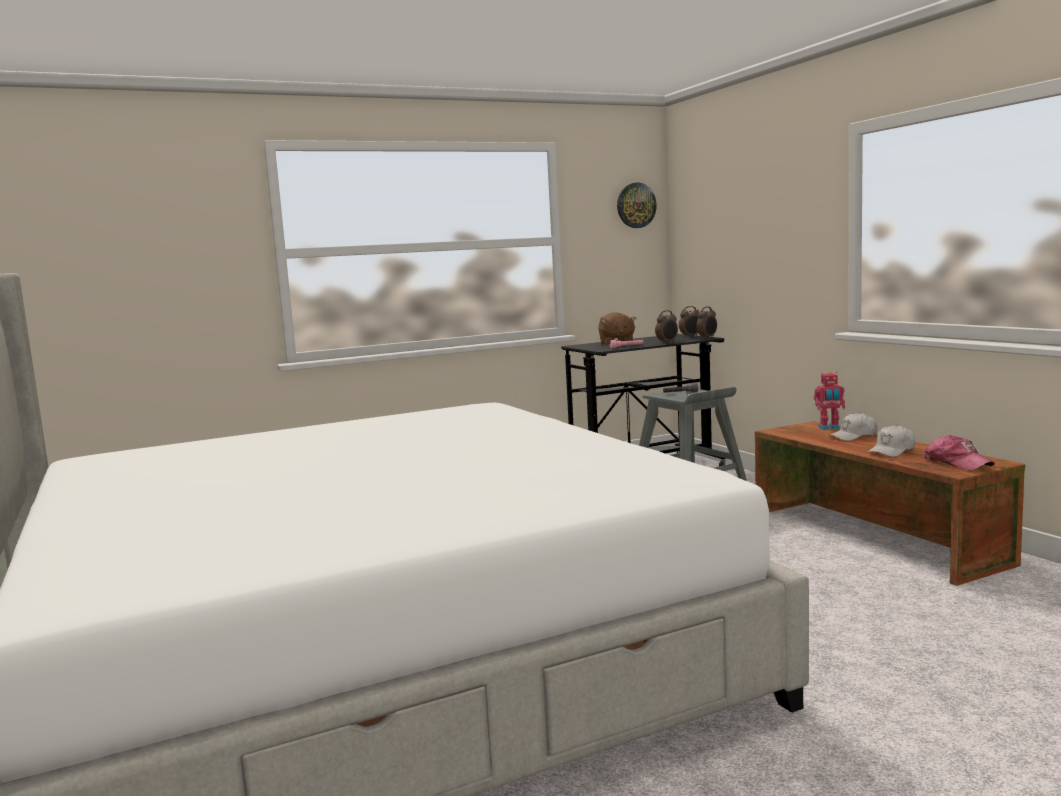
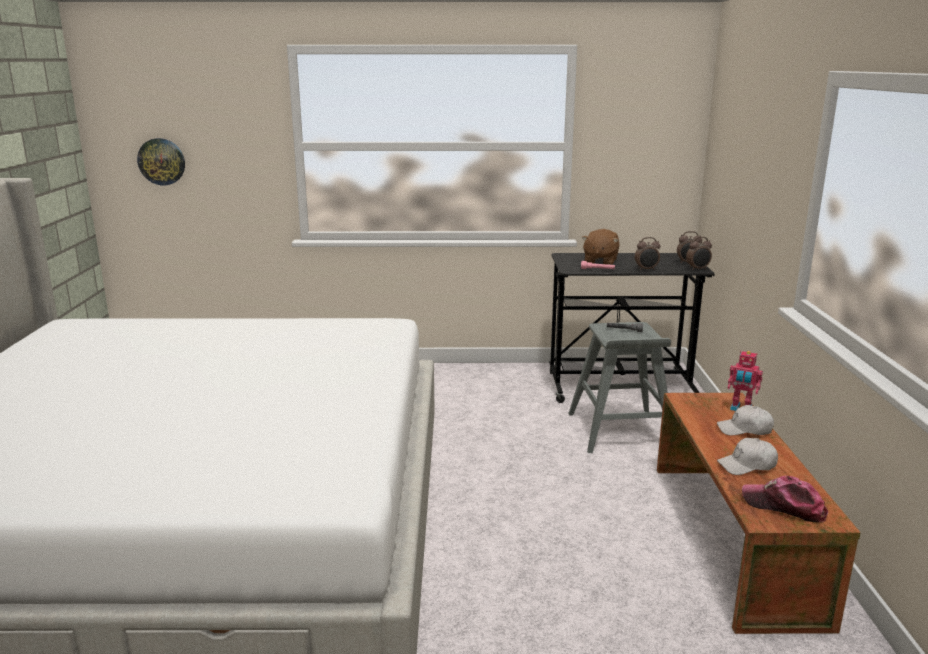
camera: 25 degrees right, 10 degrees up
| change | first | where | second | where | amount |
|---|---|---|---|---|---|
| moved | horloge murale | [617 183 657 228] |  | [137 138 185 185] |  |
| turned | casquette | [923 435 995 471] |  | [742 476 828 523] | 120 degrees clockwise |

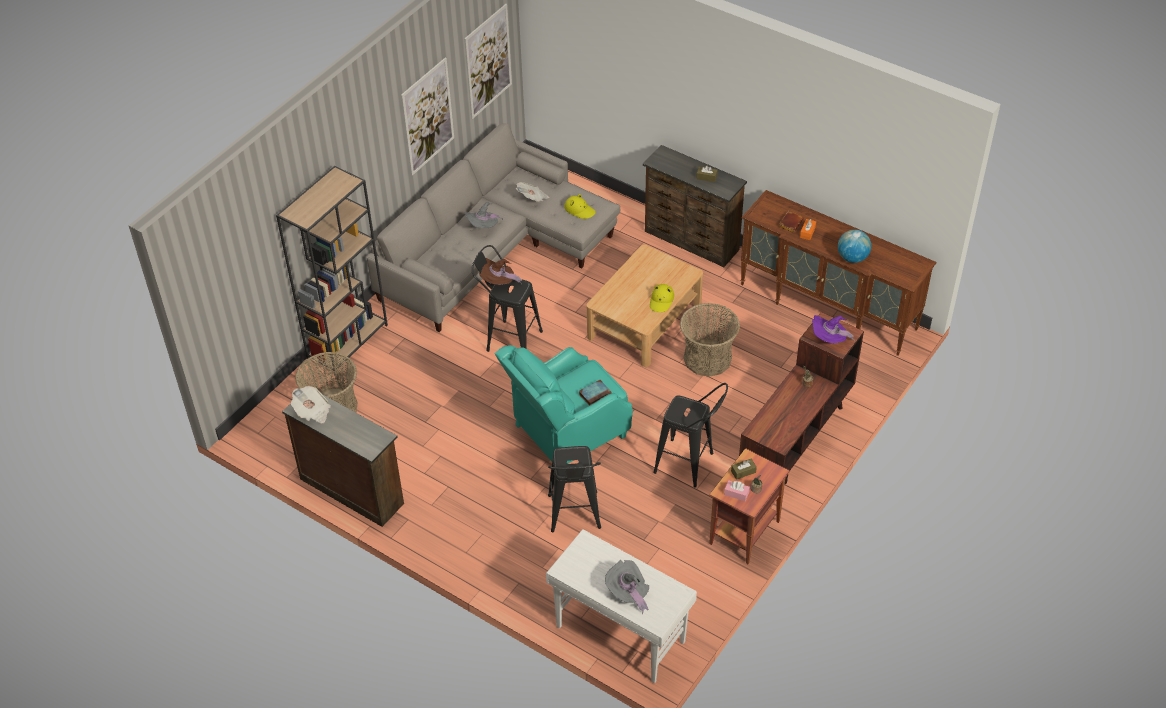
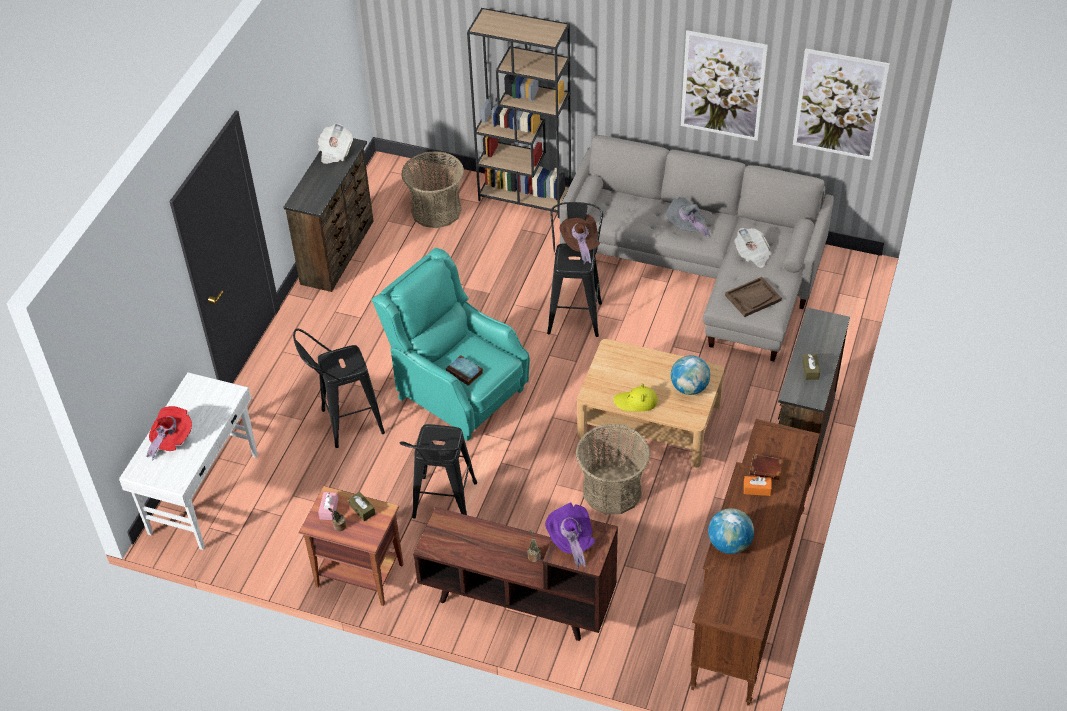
camera: 75 degrees right, 0 degrees up
| change | first | where | second | where | amount |
|---|---|---|---|---|---|
| recoloured | chapeau (gris) | [605 560 649 614] | chapeau (rouge) | [146 406 192 461] |  |
| added |  |  | globe | [671 355 710 395] |  |
| replaced | chapeau (jaune) | [564 194 596 219] | plateau (marron) | [725 277 782 317] |  |

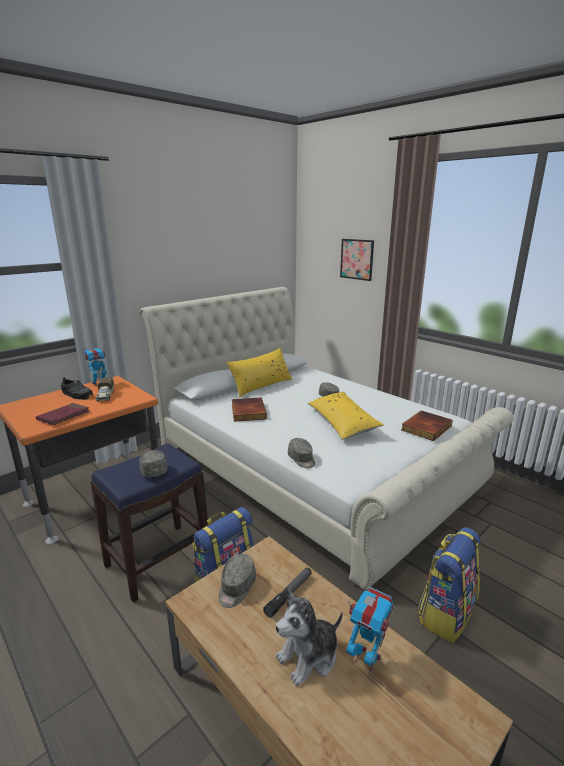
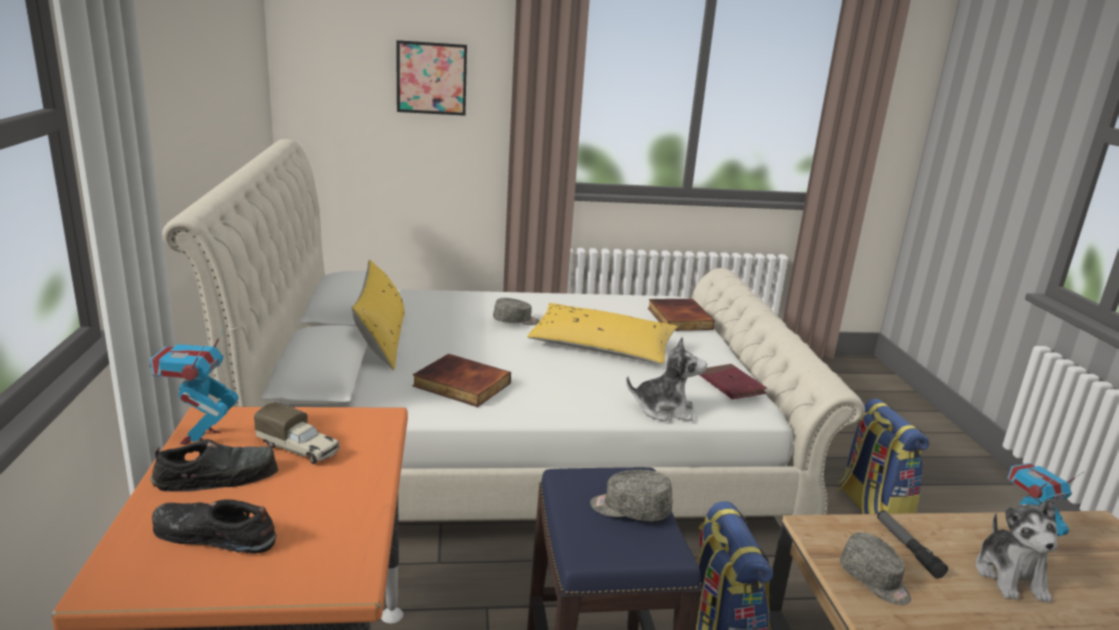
camera: 55 degrees left, 0 degrees up
| change | first | where | second | where | amount |
|---|---|---|---|---|---|
| added |  |  | chaussure (noir) | [152 499 276 554] |  |
| replaced | casquette (gris) | [288 438 315 468] | peluche | [626 337 707 422] |  |
| moved | livre (rouge) | [36 403 90 425] |  | [700 364 767 400] |  |

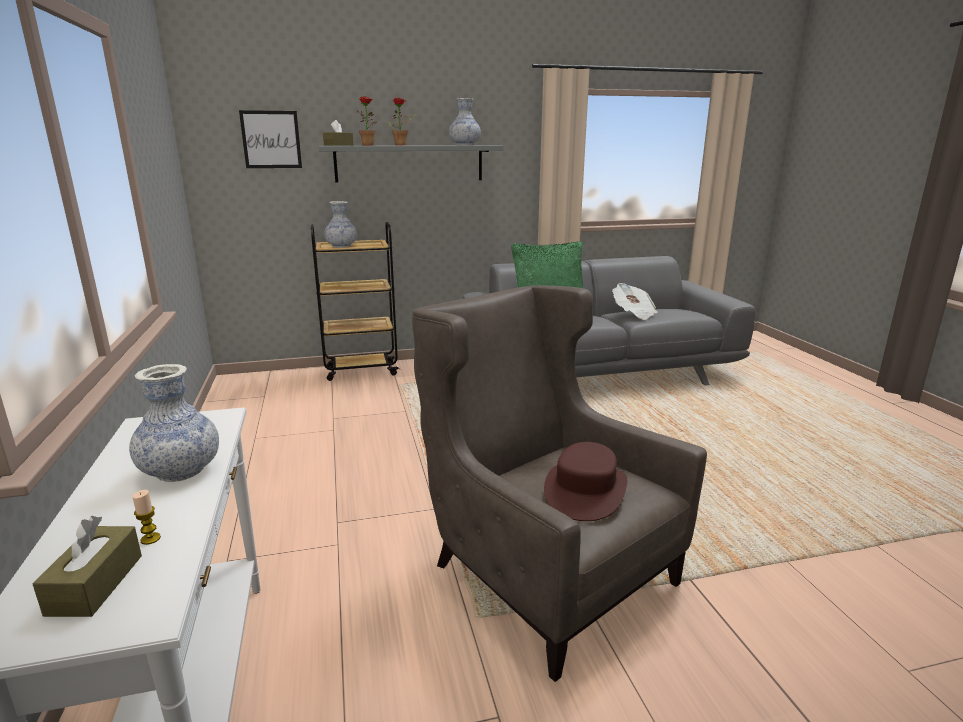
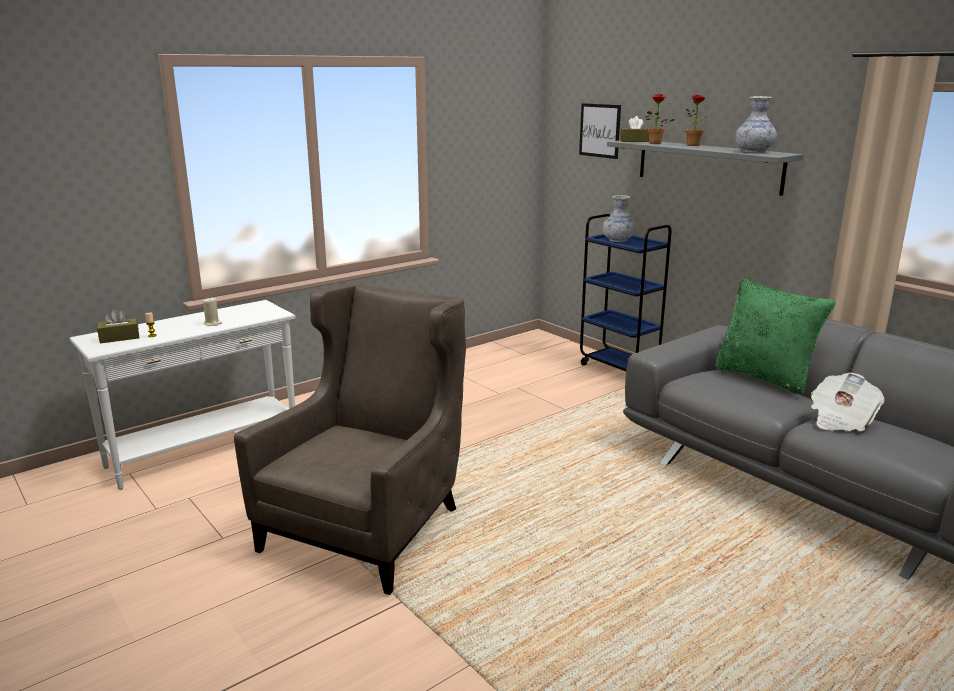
camera: 65 degrees right, 0 degrees up
| change | first | where | second | where | amount |
|---|---|---|---|---|---|
| replaced | vase | [129 364 219 482] | bougie (beige) | [203 297 222 326] |  |
| recoloured | chariot (marron) | [311 222 400 381] | chariot (bleu) | [580 214 671 371] |  |
| removed | chapeau (marron) | [544 442 627 521] |  |  |  |

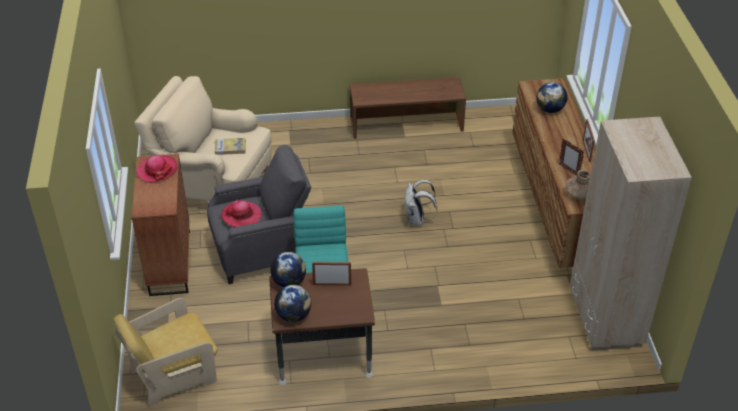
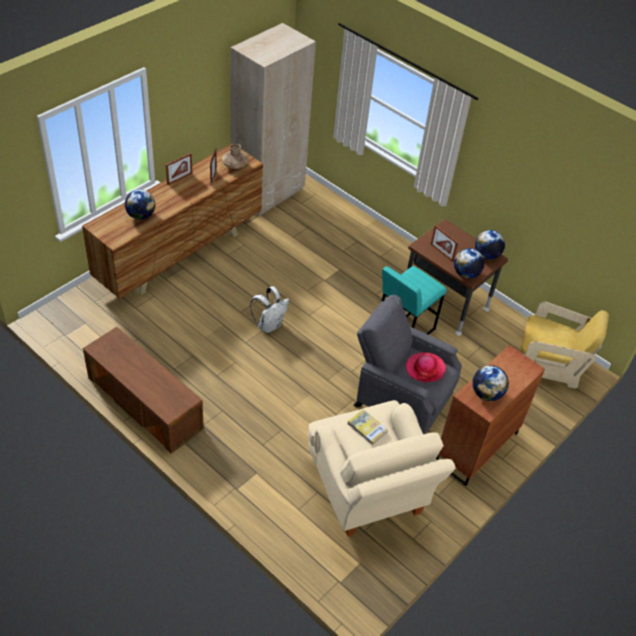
camera: 135 degrees left, 5 degrees up
| change | first | where | second | where | amount |
|---|---|---|---|---|---|
| replaced | chapeau | [136 155 177 183] | globe | [472 365 509 401] |  |

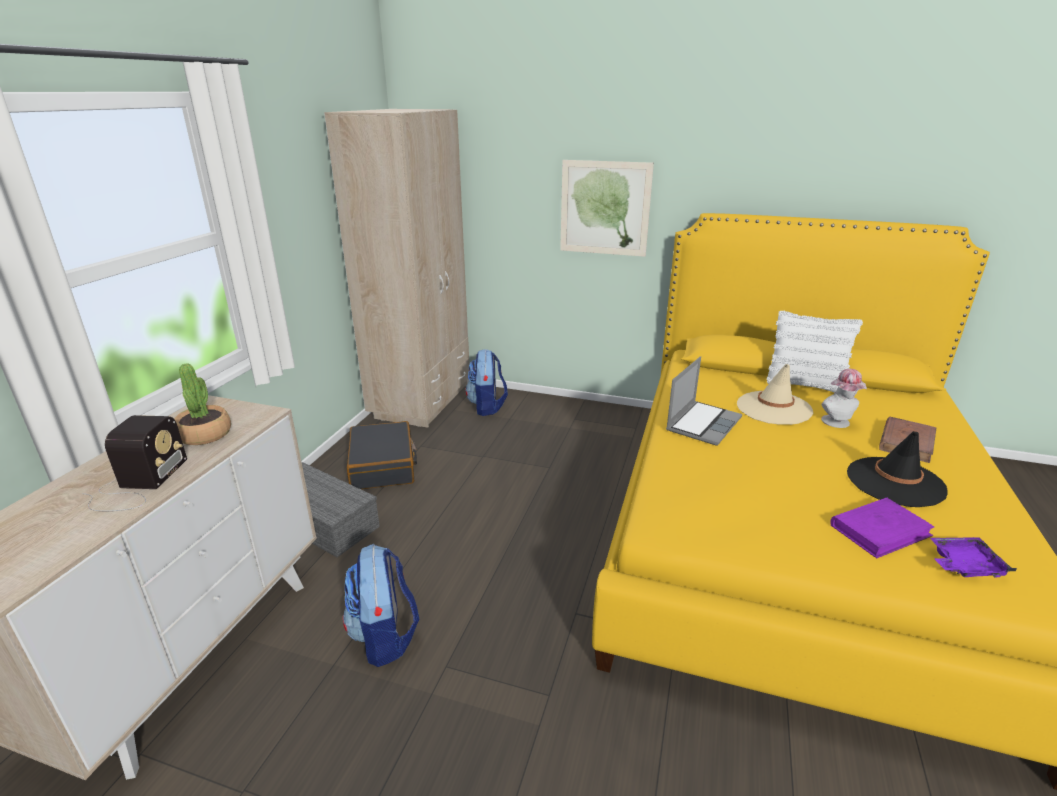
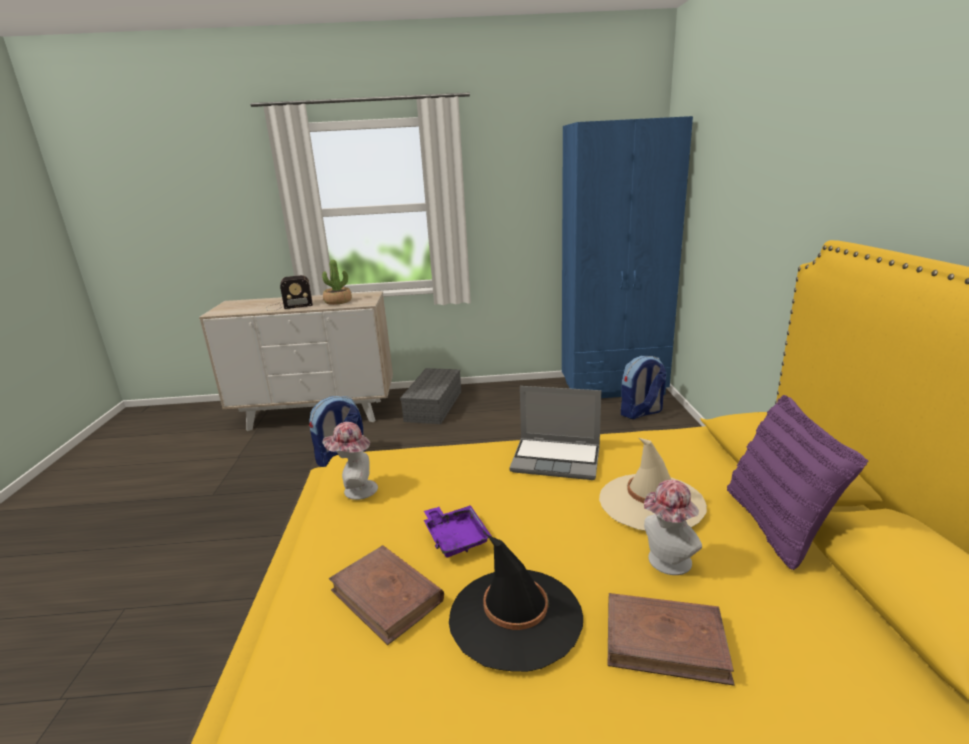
camera: 70 degrees right, 5 degrees down
| change | first | where | second | where | amount |
|---|---|---|---|---|---|
| added |  |  | chapeau | [322 422 378 500] |  |
| recoloured | livre (violet) | [831 498 934 558] | livre (marron) | [329 545 444 645] |  |
| moved | plateau (violet) | [930 537 1017 577] |  | [424 505 491 558] |  |
| recoloured | armoire (beige) | [324 109 469 428] | armoire (bleu) | [562 116 693 398] |  |
| recoloured | coussin (blanc) | [767 310 863 393] | coussin (violet) | [727 395 869 570] |  |
| removed | valise (noir) | [347 421 417 489] |  |  |  |
| removed | tableau | [560 160 654 257] |  |  |  |

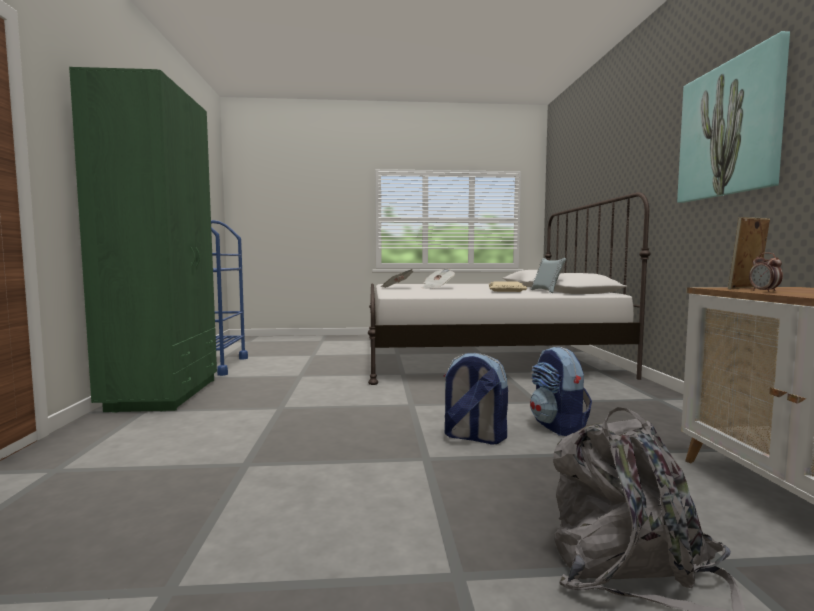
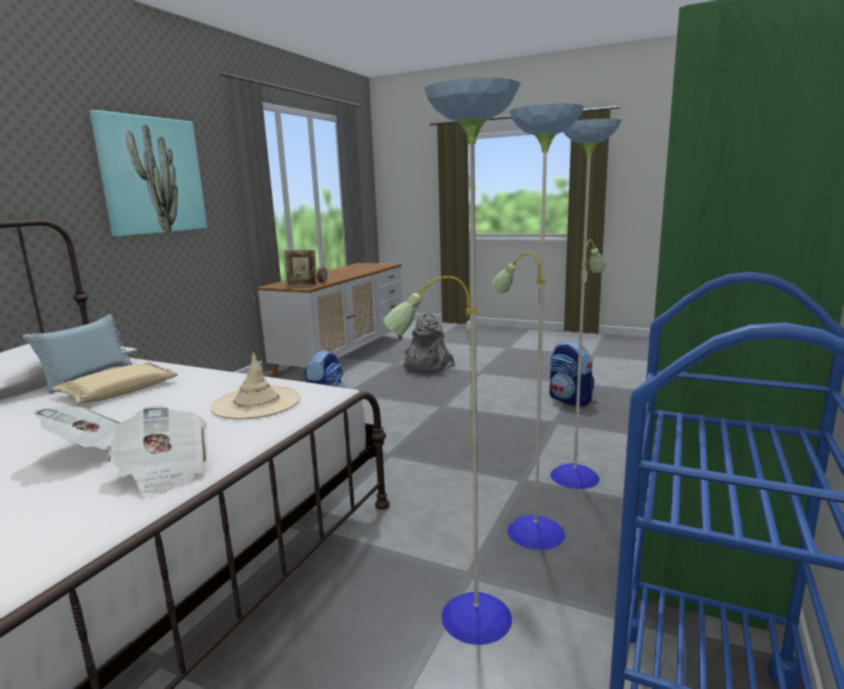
camera: 150 degrees left, 10 degrees up
| change | first | where | second | where | amount |
|---|---|---|---|---|---|
| added |  |  | chapeau (beige) | [210 352 301 419] |  |
| added |  |  | lampadaire | [383 78 622 645] |  |
| moved | sac à dos | [443 353 508 445] |  | [549 341 594 407] |  |

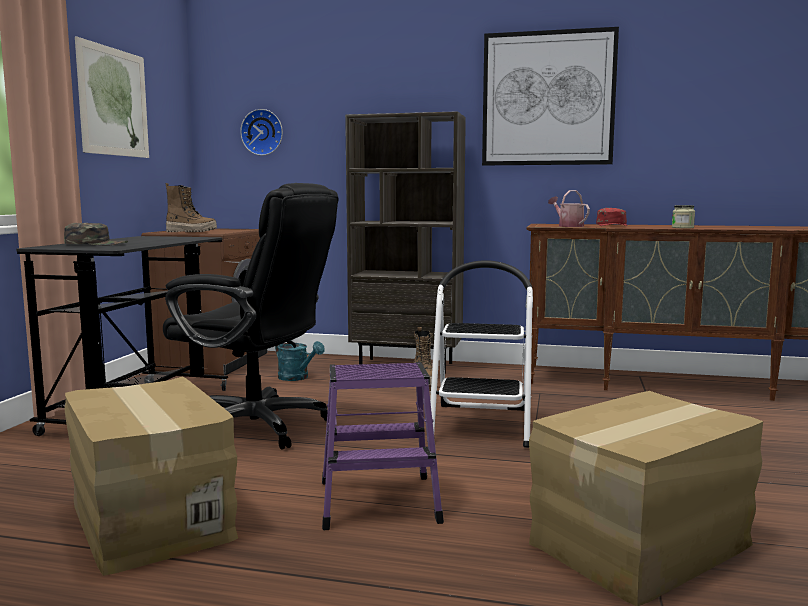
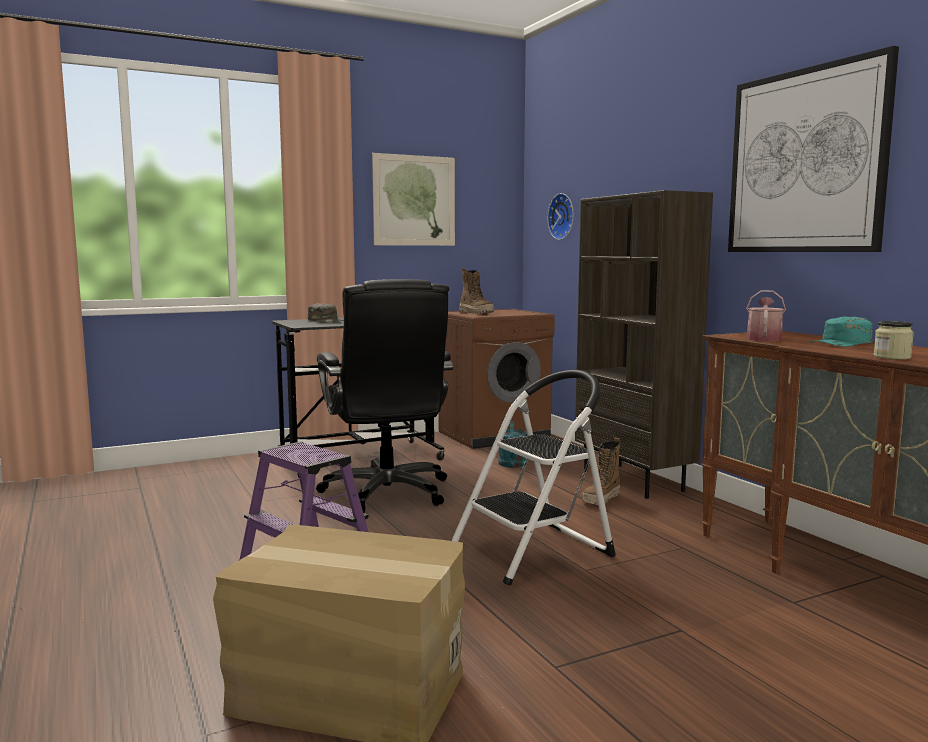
camera: 50 degrees right, 0 degrees up
| change | first | where | second | where | amount |
|---|---|---|---|---|---|
| recoloured | casquette (rouge) | [596 208 628 226] | casquette (turquoise) | [808 317 873 347] |  |
| removed | carton | [64 376 238 576] |  |  |  |

